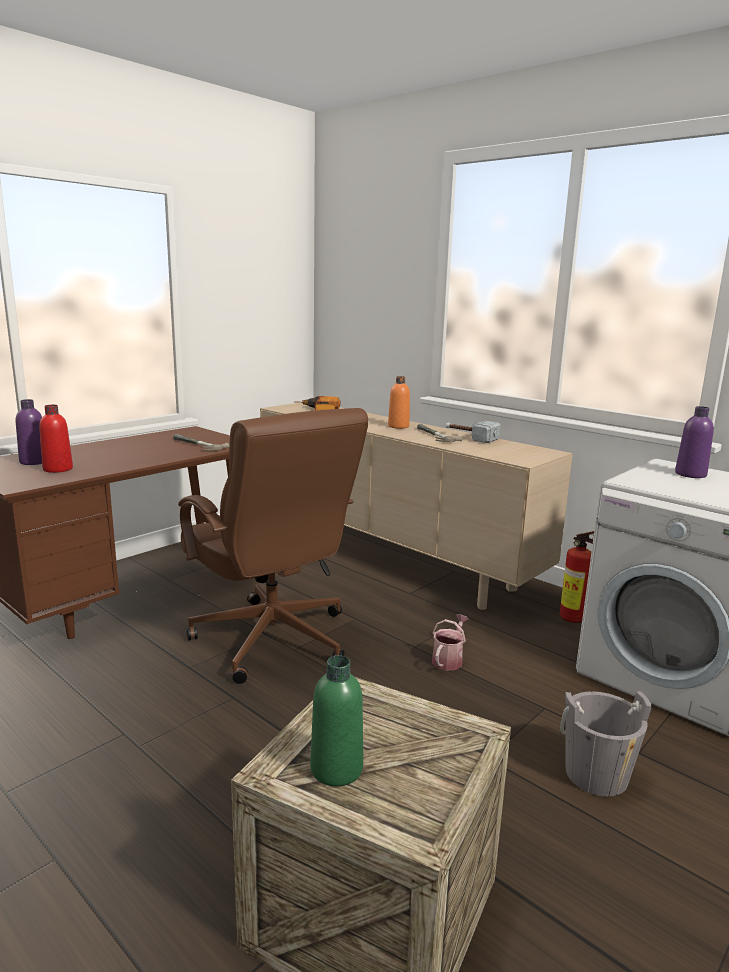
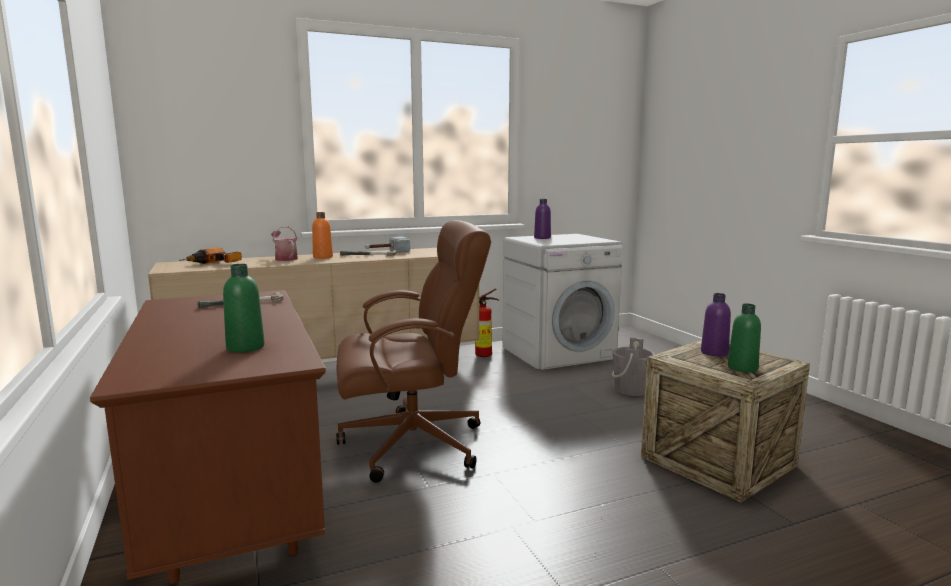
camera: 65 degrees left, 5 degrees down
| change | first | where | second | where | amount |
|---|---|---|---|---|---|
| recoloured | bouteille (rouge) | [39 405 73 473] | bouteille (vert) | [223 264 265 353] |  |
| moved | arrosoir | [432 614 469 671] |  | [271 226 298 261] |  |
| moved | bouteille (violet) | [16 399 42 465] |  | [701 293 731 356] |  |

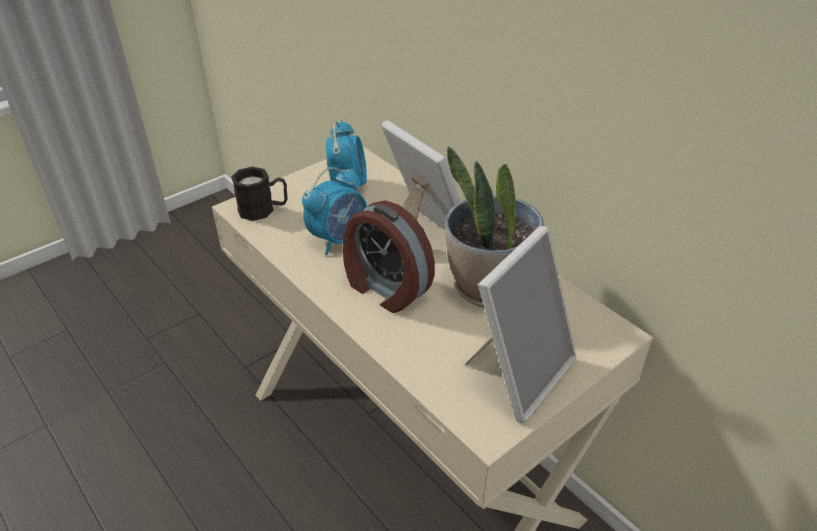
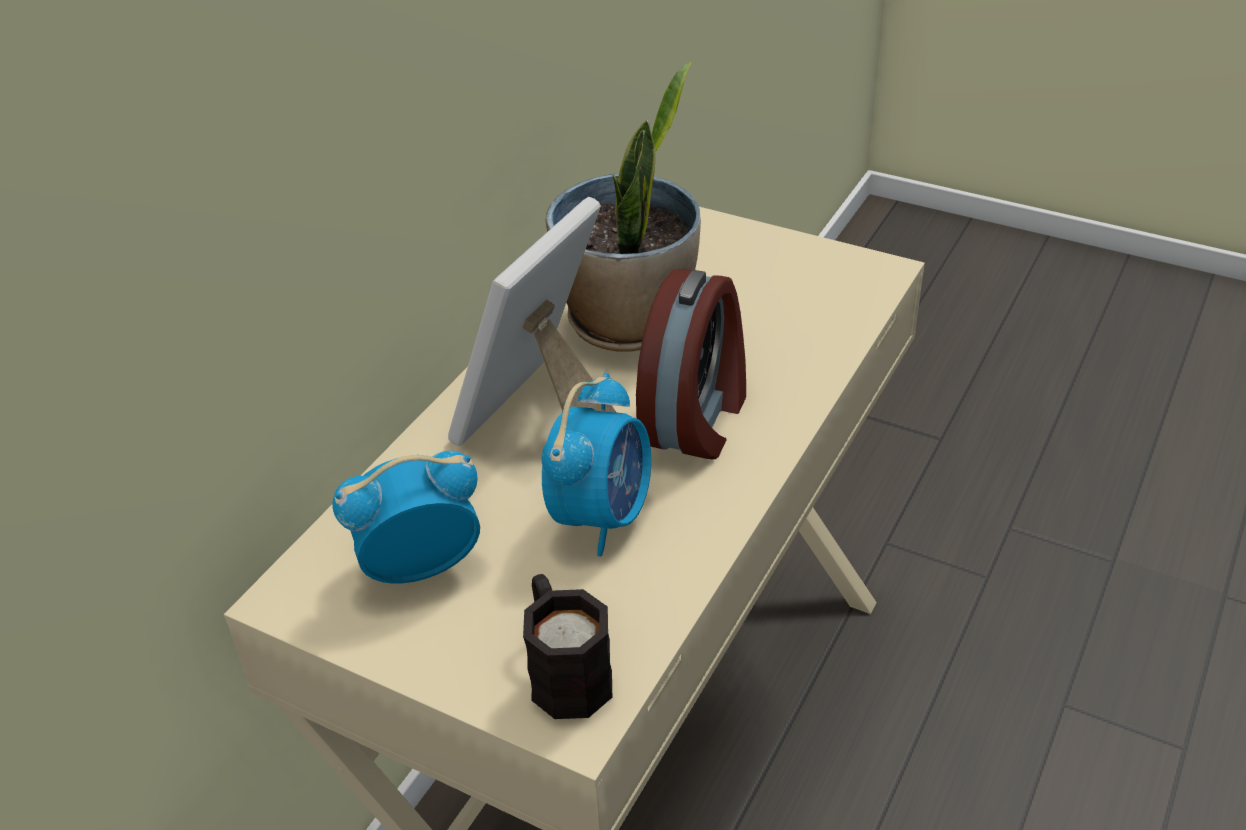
camera: 110 degrees left, 0 degrees up
| change | first | where | second | where | amount |
|---|---|---|---|---|---|
| turned | réveil | [302 167 367 255] |  | [541 373 651 557] | 90 degrees clockwise |
| removed | cadre photo | [465 226 576 423] |  |  |  |

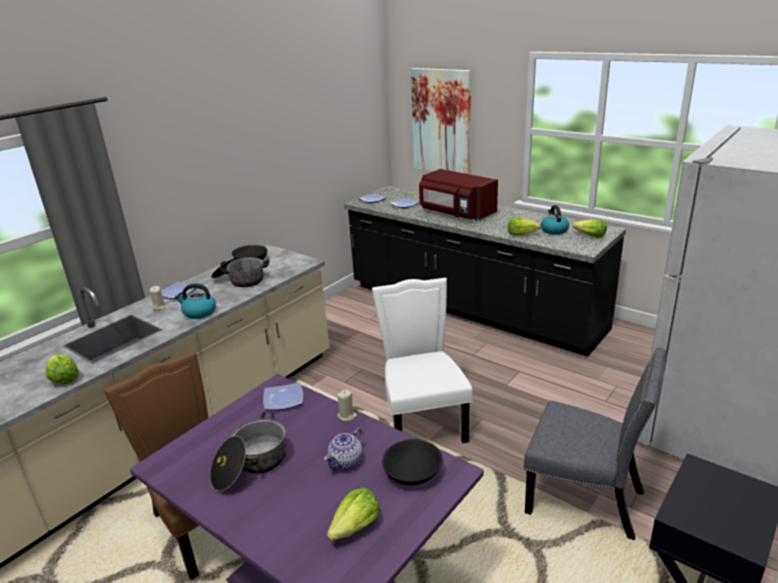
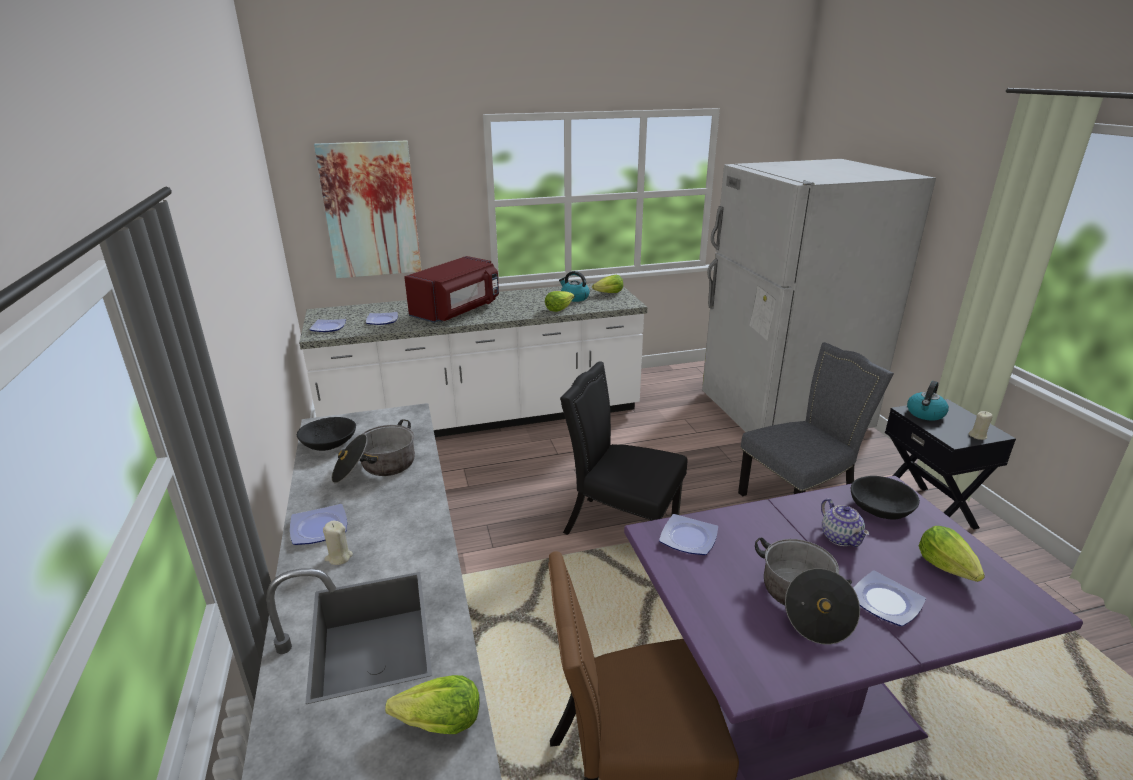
camera: 55 degrees left, 0 degrees up
| change | first | where | second | where | amount |
|---|---|---|---|---|---|
| recoloured | comptoir de cuisine (noir) | [344 186 626 356] | comptoir de cuisine (blanc) | [299 283 647 437] |  |
| turned | micro-ondes (rouge) | [419 169 498 220] |  | [404 256 499 323] | 45 degrees counterclockwise |
| recoloured | chaise (blanc) | [372 278 473 443] | chaise (noir) | [560 361 687 535] |  |
| added |  |  | assiette | [854 570 926 626] |  |
| moved | bouilloire | [175 283 216 319] |  | [907 381 949 421] |  |
| moved | bougie (beige) | [337 390 357 421] |  | [969 411 993 440] |  |

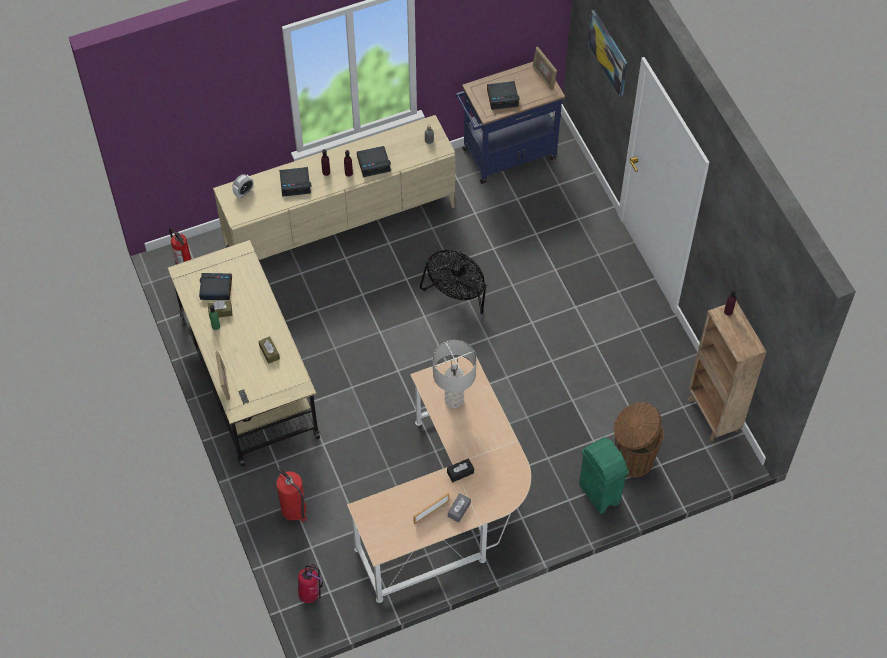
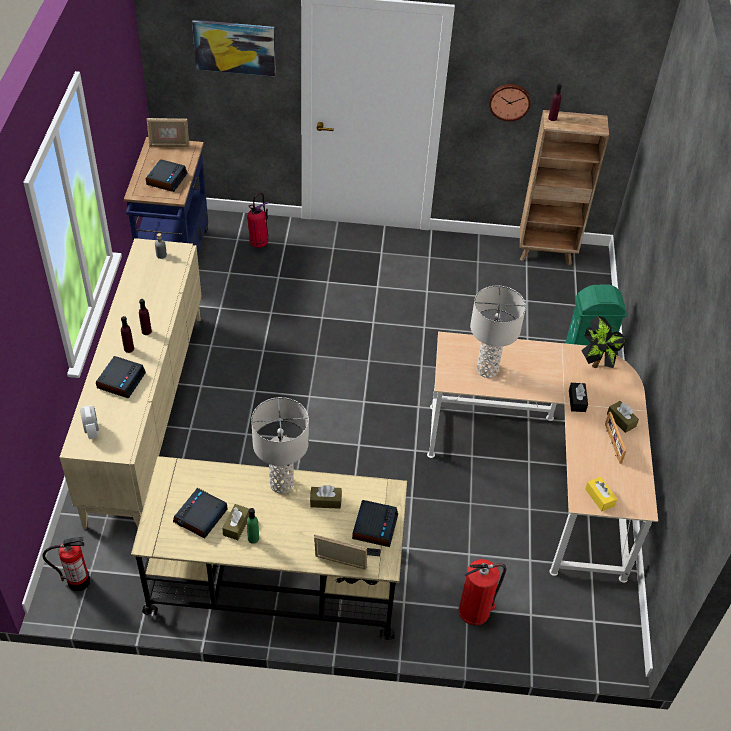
camera: 65 degrees left, 10 degrees down
| change | first | where | second | where | amount |
|---|---|---|---|---|---|
| moved | extincteur | [298 564 323 603] |  | [247 193 269 248] |  |
| added |  |  | lampe de table (blanc) | [251 397 309 494] |  |
| moved | réveil | [357 146 391 177] |  | [352 500 398 547] |  |
| added |  |  | horloge murale | [489 84 531 121] |  |
| added |  |  | plante en pot | [581 316 627 368] |  |
| added |  |  | boîte à mouchoirs (jaune) | [585 477 617 511] |  |
| recoloured | boîte à mouchoirs (gris) | [448 493 471 522] | boîte à mouchoirs (marron) | [607 401 639 433] |  |
| removed | ventilateur (noir) | [420 250 487 314] |  |  |  |
| removed | poubelle (marron) | [614 402 664 477] |  |  |  |

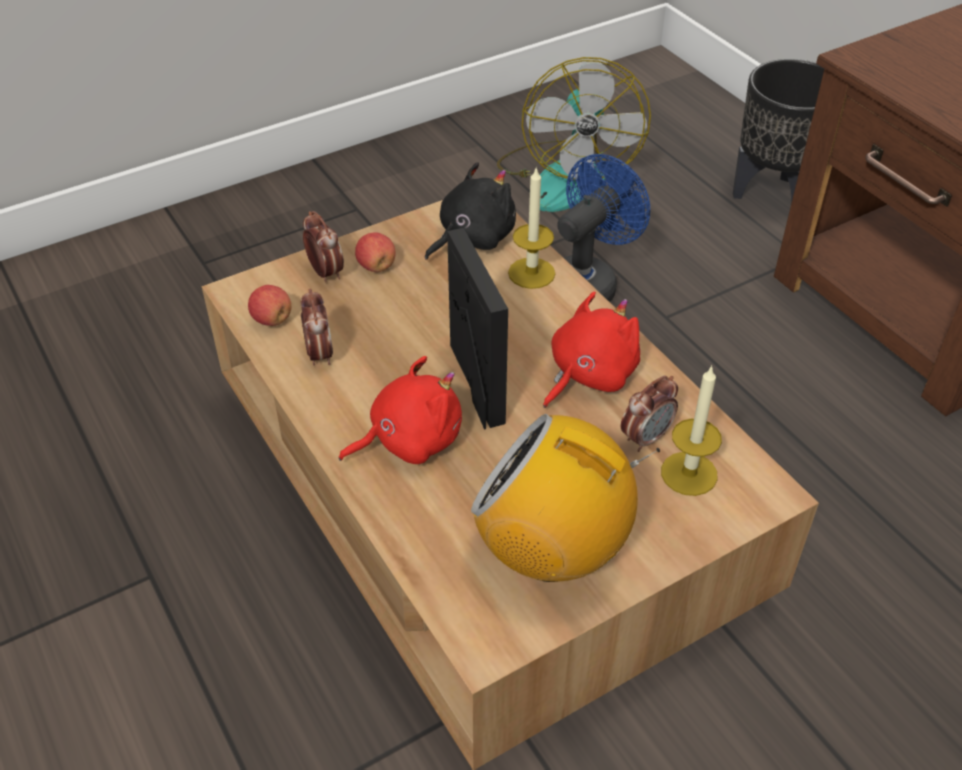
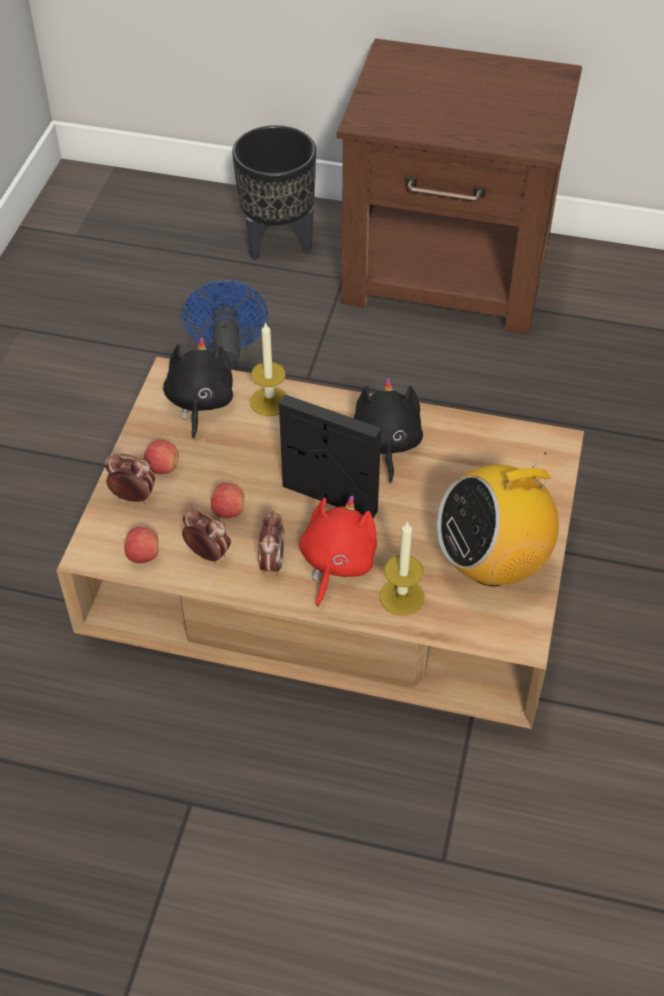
camera: 45 degrees left, 5 degrees up
| change | first | where | second | where | amount |
|---|---|---|---|---|---|
| added |  |  | pomme | [211 483 245 518] |  |
| moved | réveil | [621 375 678 452] |  | [258 511 284 576] |  |
| recoloured | peluche (rouge) | [543 292 640 408] | peluche (noir) | [354 378 423 484] |  |
| moved | bougie | [661 365 722 496] |  | [379 521 424 616] |  |
| removed | ventilateur | [497 57 651 212] |  |  |  |

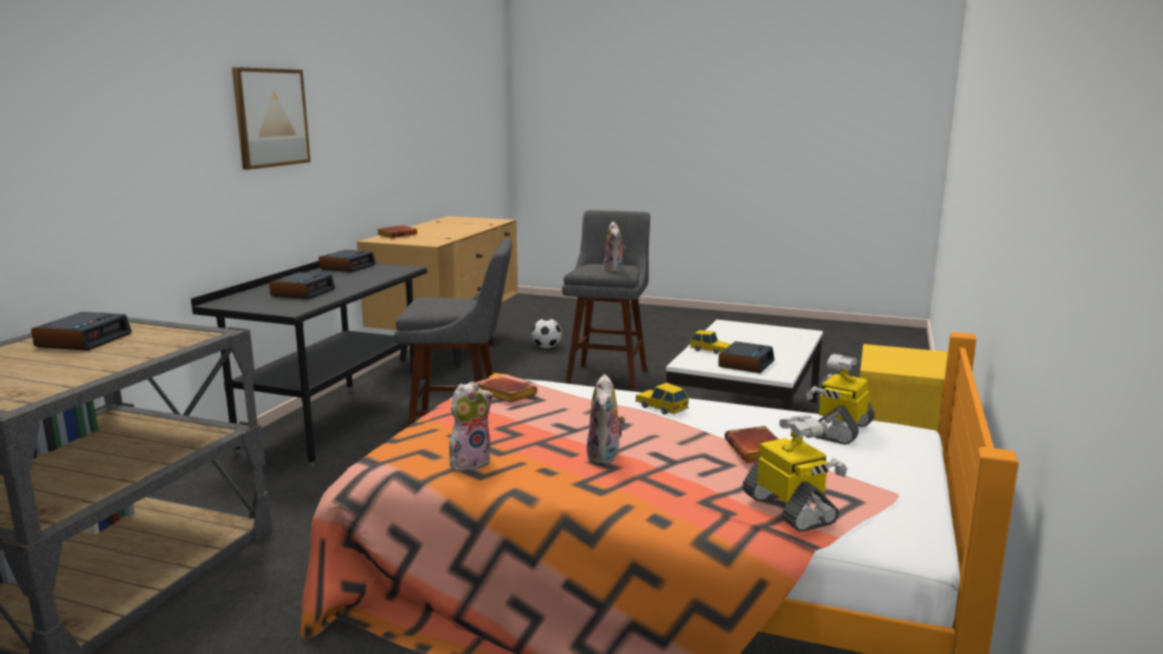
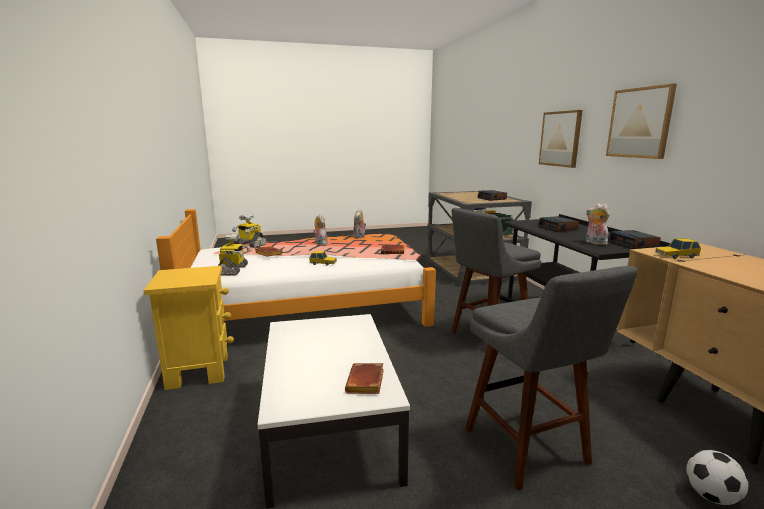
camera: 145 degrees right, 0 degrees up
| change | first | where | second | where | amount |
|---|---|---|---|---|---|
| moved | livre (marron) | [378 225 417 238] |  | [345 363 384 394] |  |
| added |  |  | tableau | [539 110 582 168] |  |
| moved | peluche | [604 221 626 273] |  | [586 203 610 245] |  |
| moved | petite voiture | [690 330 731 354] |  | [655 238 701 259] |  |
| removed | réveil | [718 341 775 373] |  |  |  |

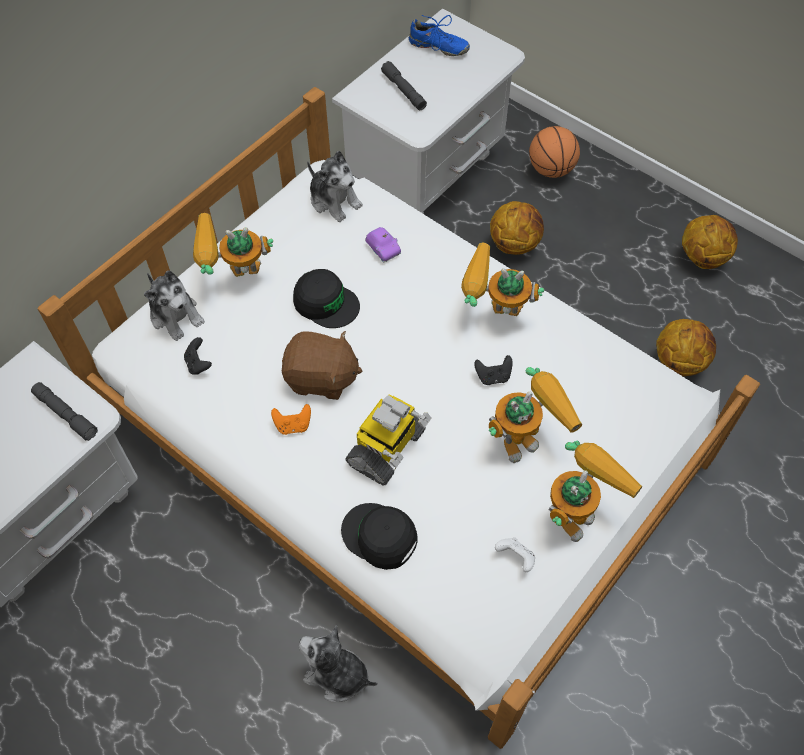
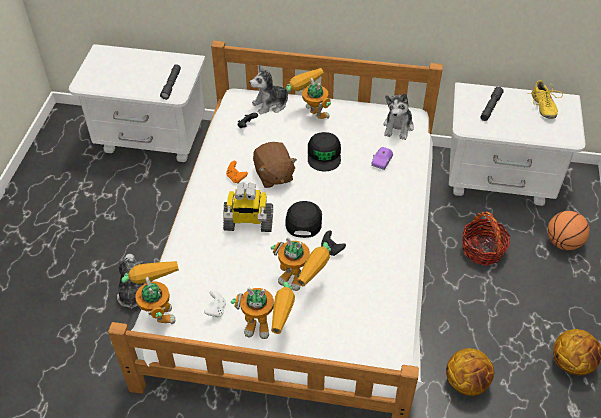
camera: 60 degrees right, 10 degrees down
| change | first | where | second | where | amount |
|---|---|---|---|---|---|
| moved | robot jouet | [461 243 544 316] |  | [121 261 179 324] |  |
| turned | peluche | [144 270 205 341] |  | [249 65 292 114] | 45 degrees clockwise |
| moved | casquette (noir) | [341 503 418 570] |  | [285 201 322 238] |  |
| replaced | ballon de basket | [490 201 544 255] | panier | [462 211 510 266] |  |
| recoloured | chaussure (bleu) | [409 15 470 56] | chaussure (jaune) | [528 80 563 119] |  |

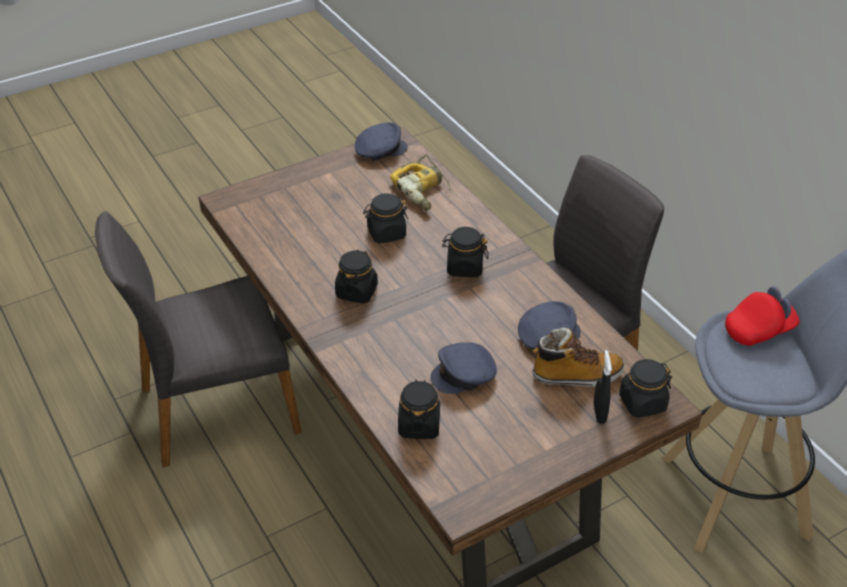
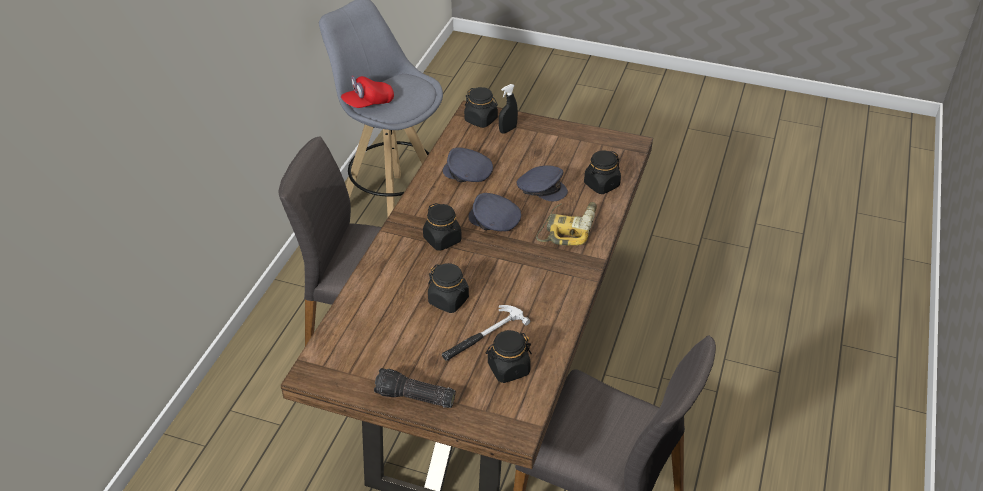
camera: 130 degrees left, 0 degrees up
| change | first | where | second | where | amount |
|---|---|---|---|---|---|
| turned | casquette (rouge) | [725 286 800 346] |  | [341 76 394 108] | 60 degrees counterclockwise |
| added |  |  | lampe de poche | [374 368 456 408] |  |
| added |  |  | marteau | [442 305 530 361] |  |
| moved | casquette (gris) | [355 122 408 161] |  | [468 193 521 231] |  |
| moved | bocal (noir) | [335 250 378 303] |  | [486 330 532 383] |  |
| moved | perceuse | [390 155 451 211] |  | [536 202 597 246] |  |
| removed | botte | [532 327 624 387] |  |  |  |

